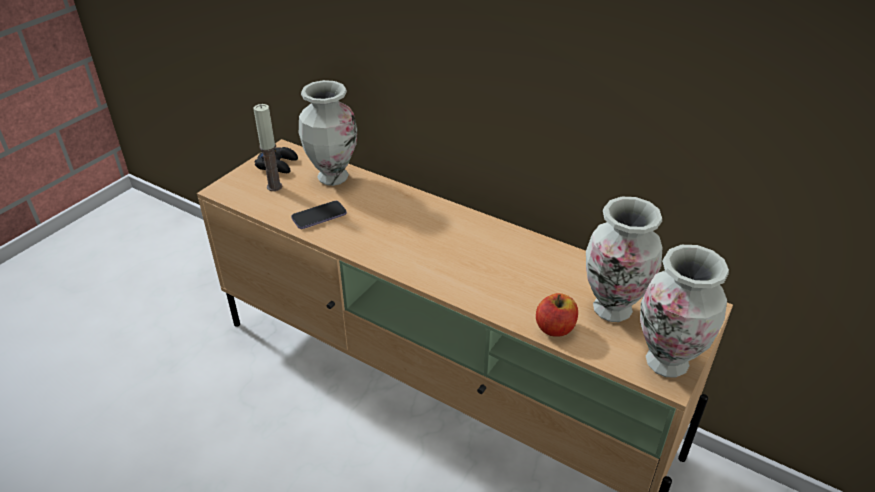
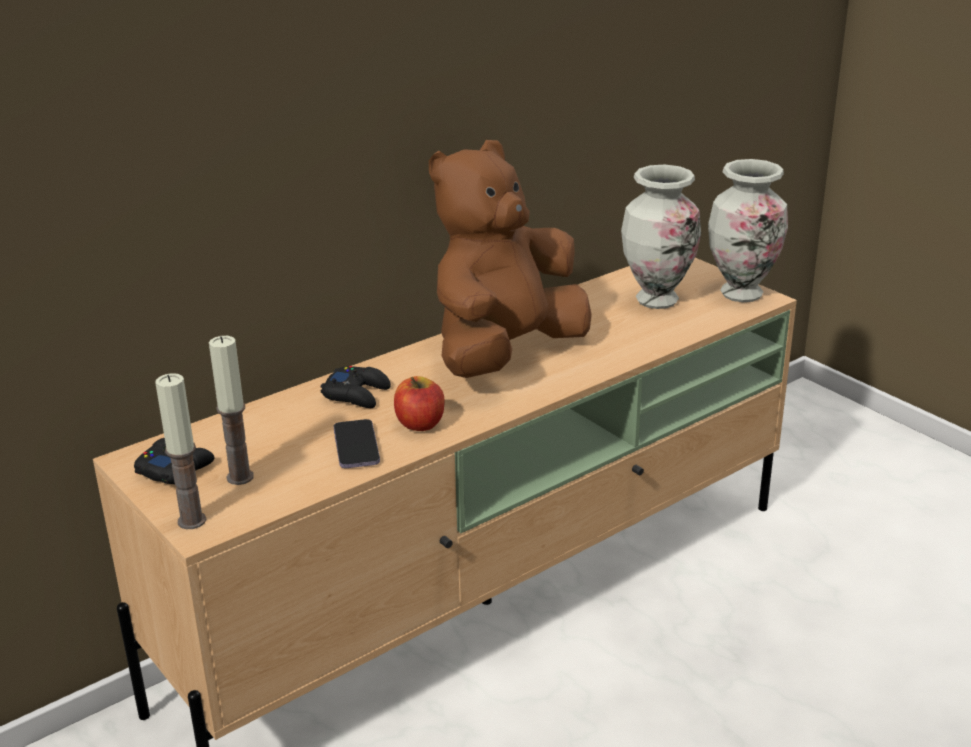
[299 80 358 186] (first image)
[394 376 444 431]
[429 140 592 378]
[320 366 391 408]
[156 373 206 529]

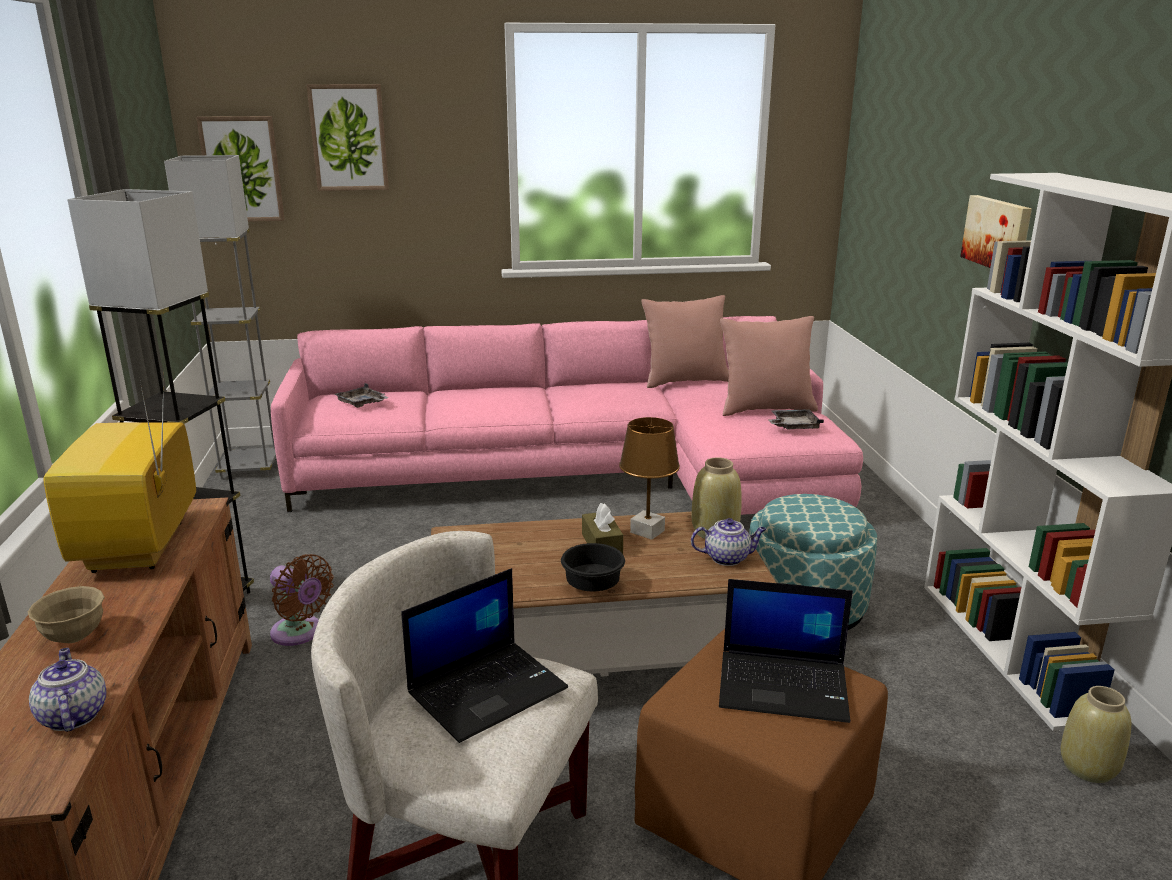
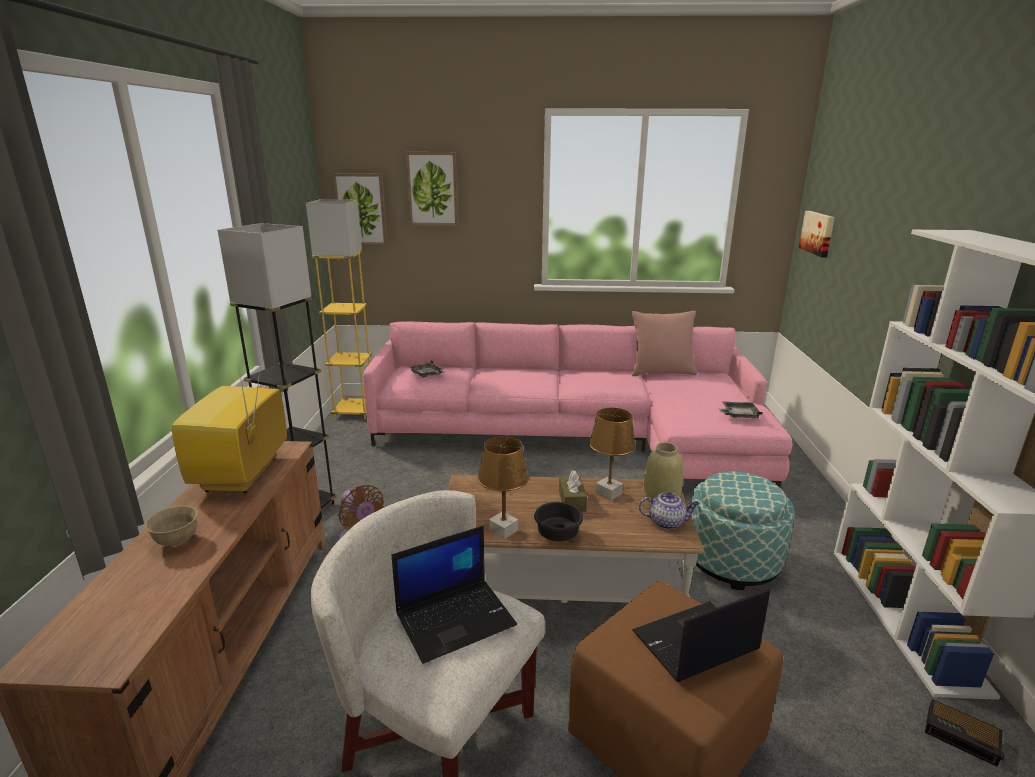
[306 199 372 419]
[799 211 835 257]
[720 316 818 416] (first image)
[632 588 770 682]
[29 648 106 732] (first image)
[925 699 1005 767]
[478 436 529 539]

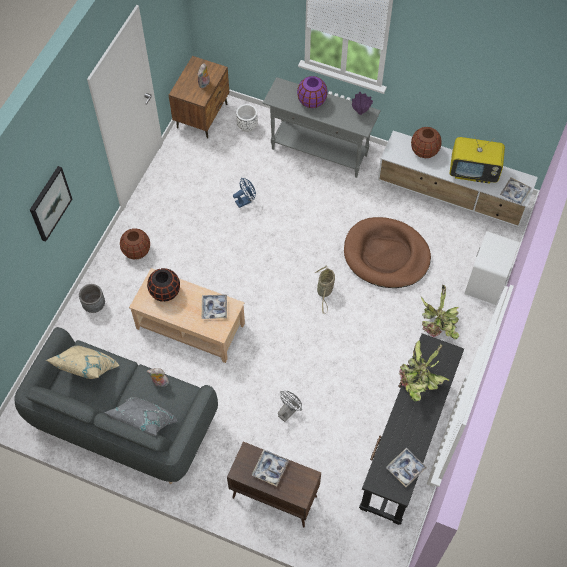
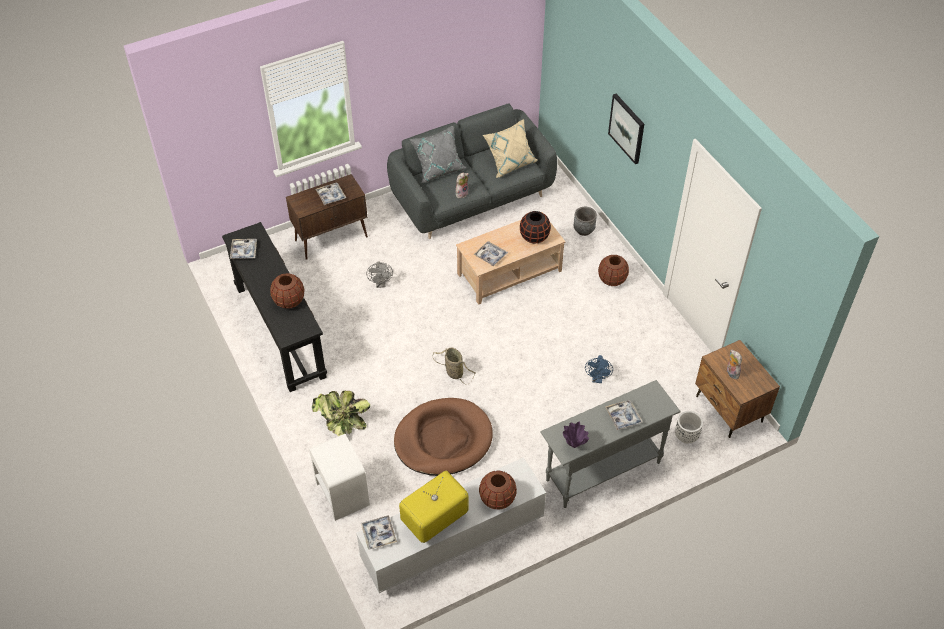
[605 400 643 430]
[270 273 304 309]

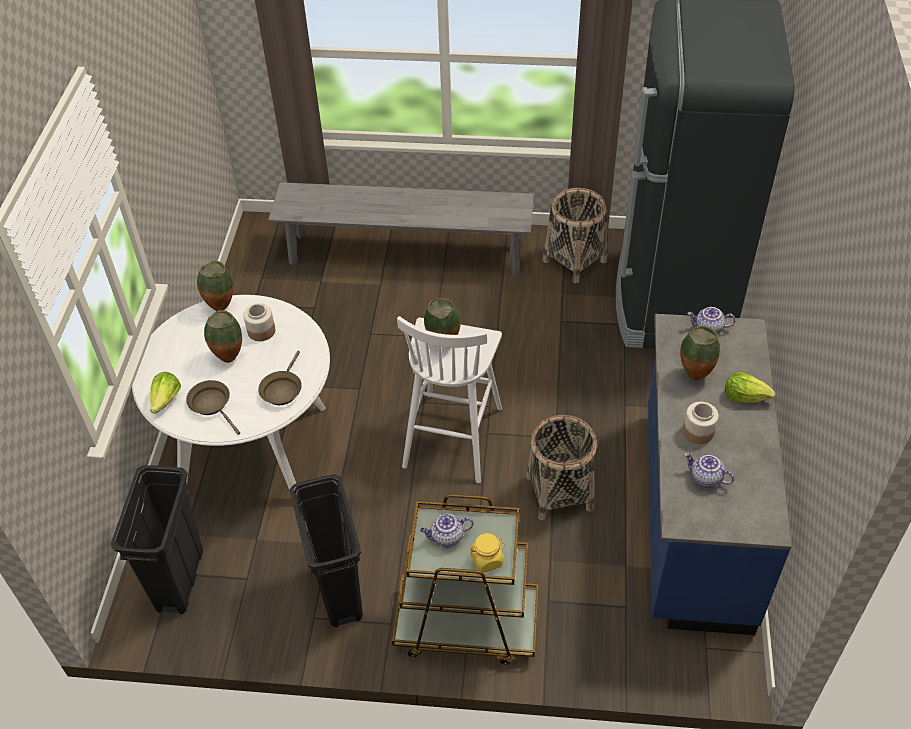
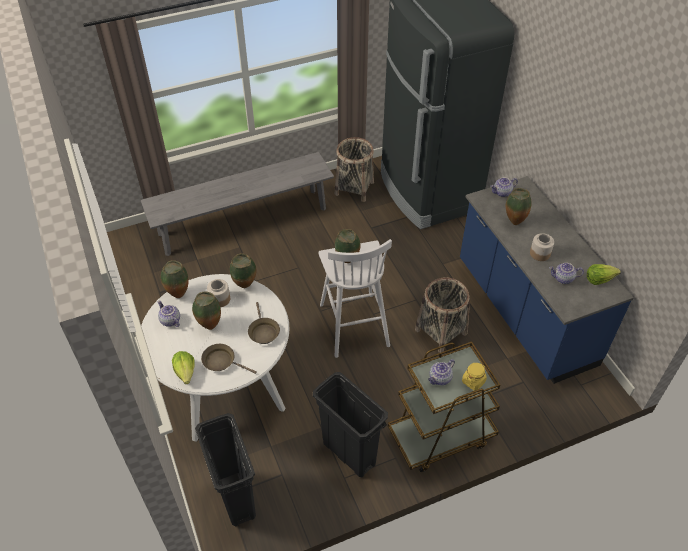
[587 264 621 285]
[230 253 256 288]
[158 300 180 327]

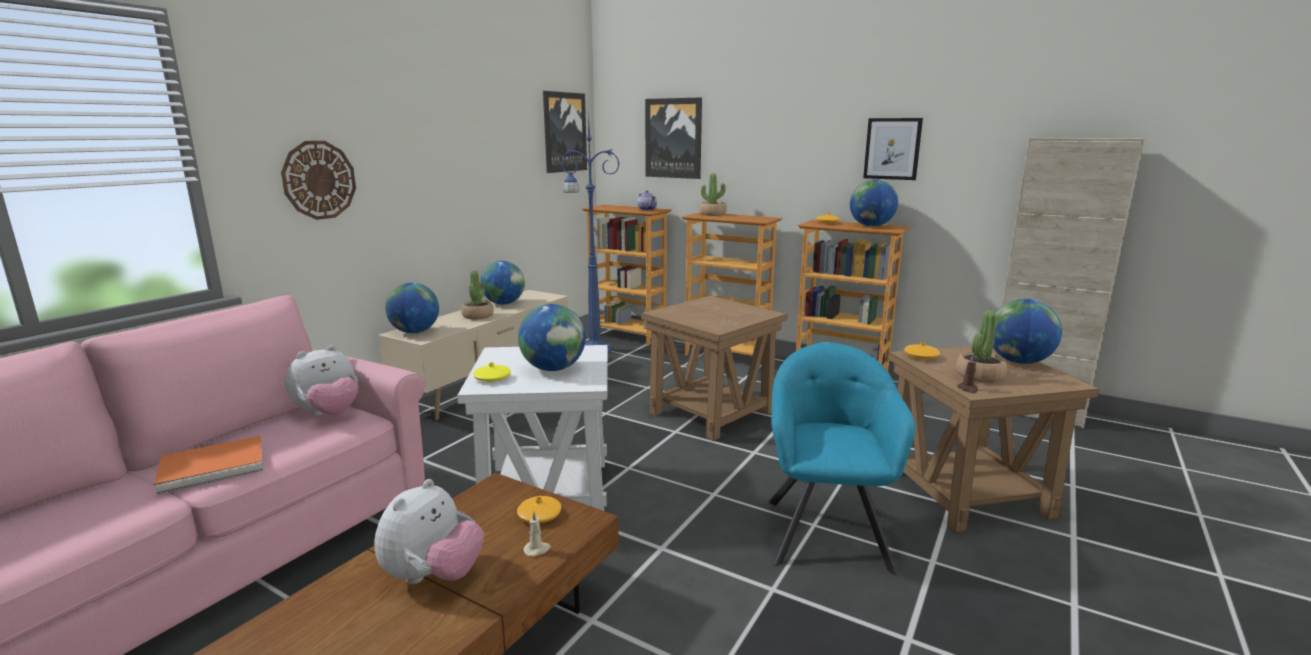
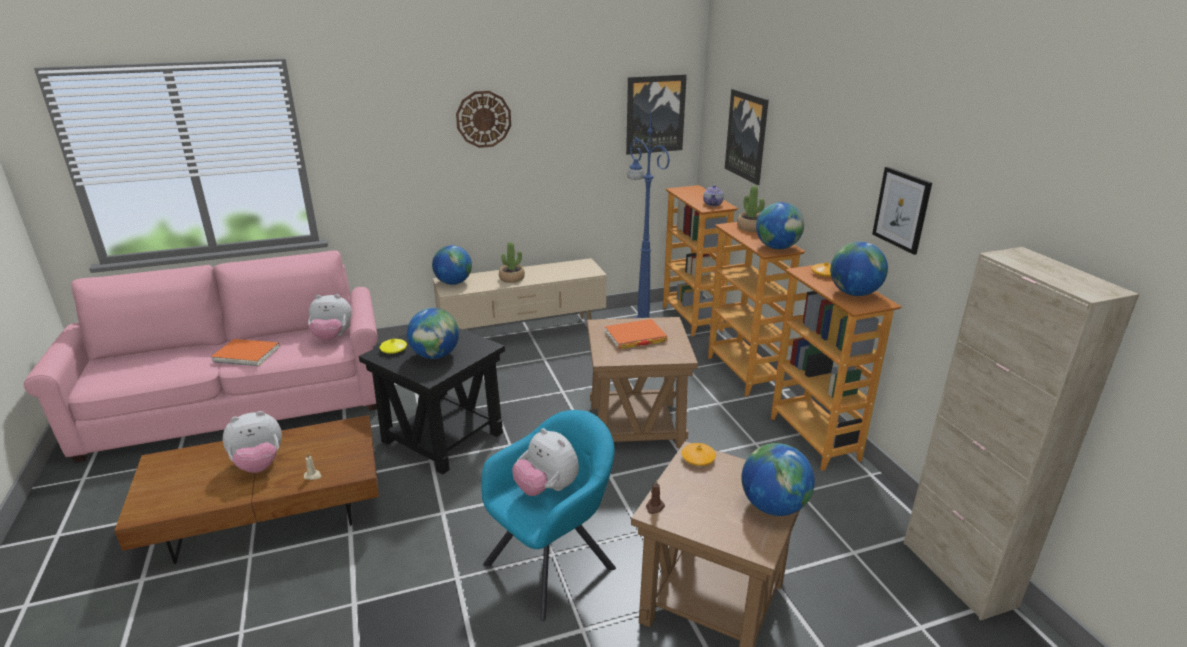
[456 91 511 148]
[756 202 804 249]
[956 310 1007 383] (first image)
[359 328 505 475]
[517 496 562 523] (first image)
[605 319 667 349]
[512 428 579 496]

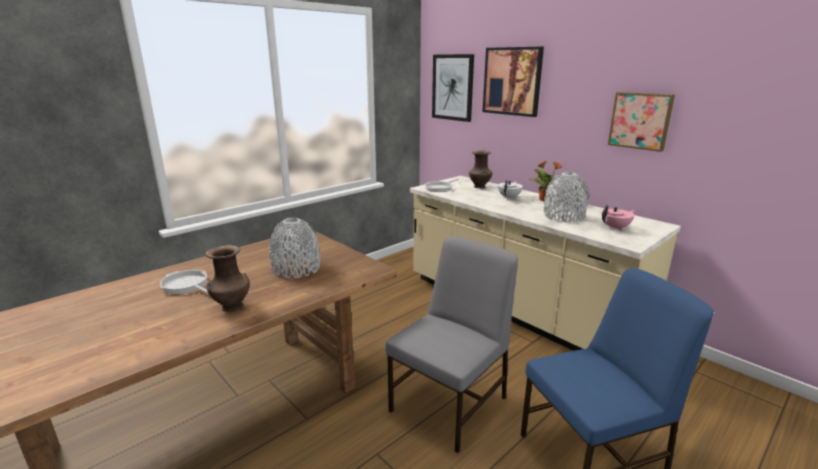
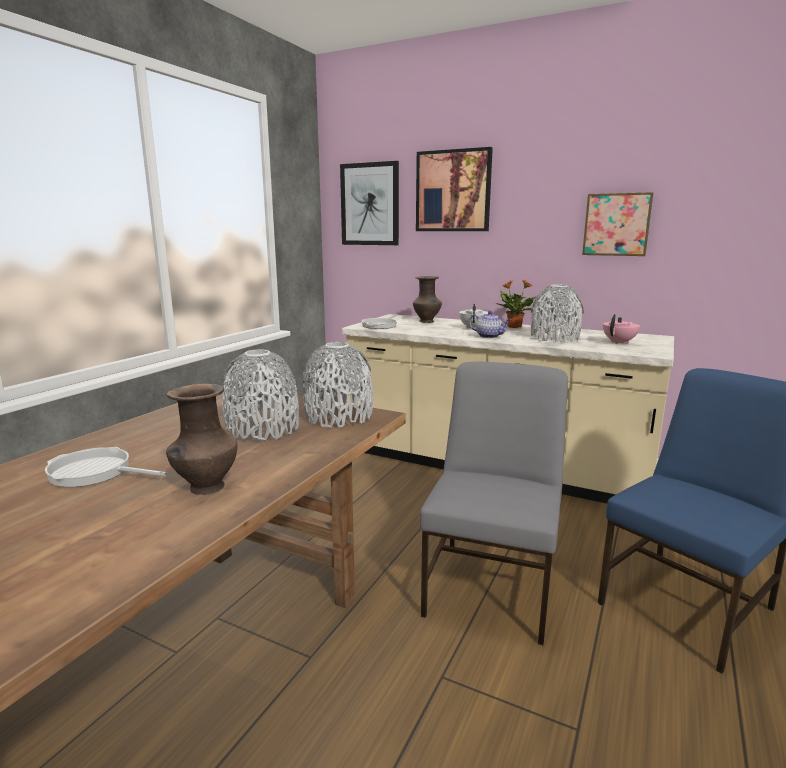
[469 311 511 338]
[303 342 373 427]

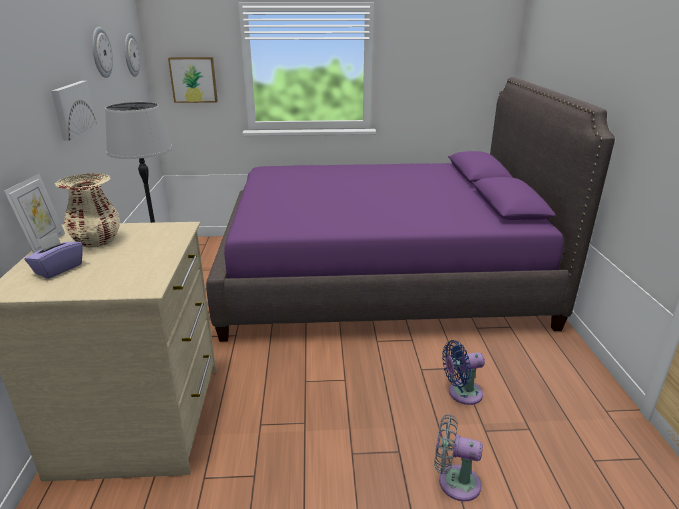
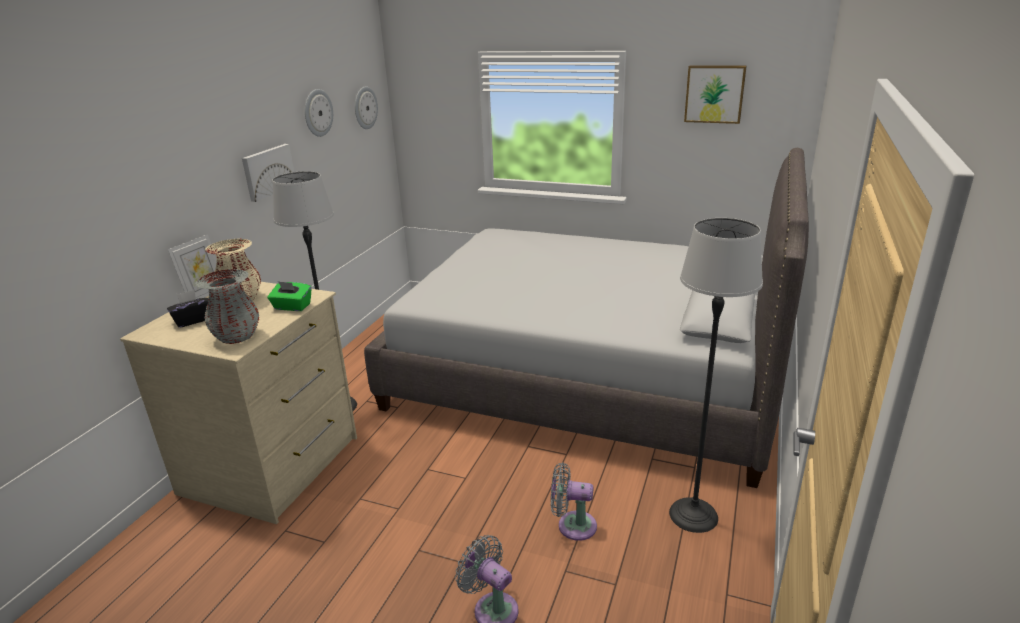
[684 65 747 124]
[364 148 809 488]
[167 290 209 328]
[551 463 597 541]
[669 218 763 533]
[195 269 260 344]
[267 281 312 311]

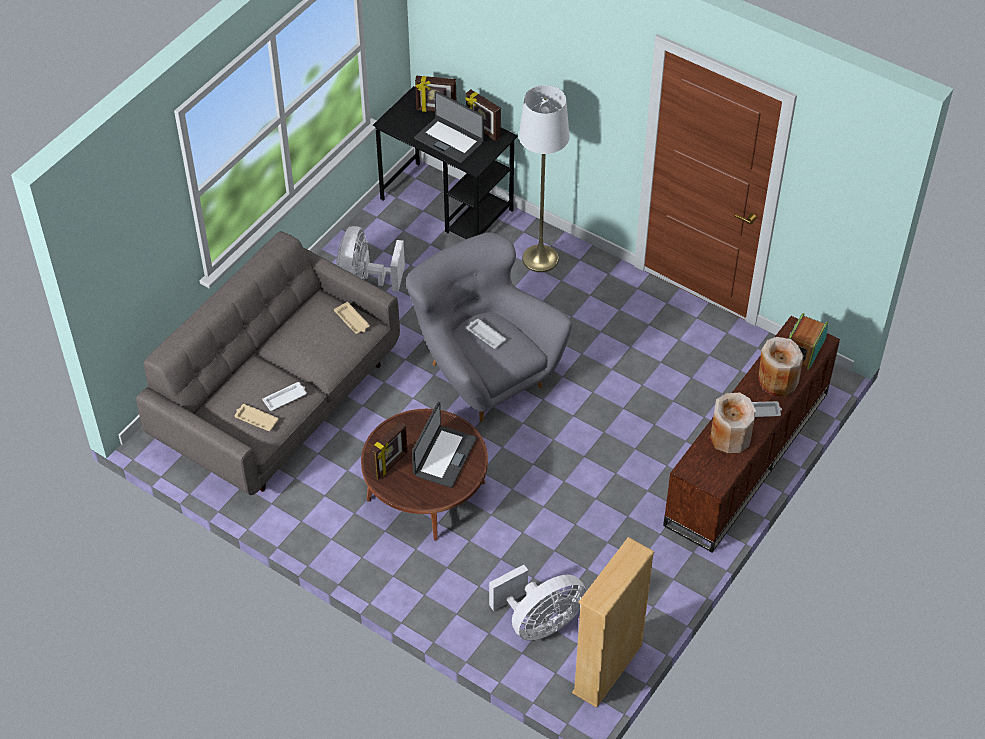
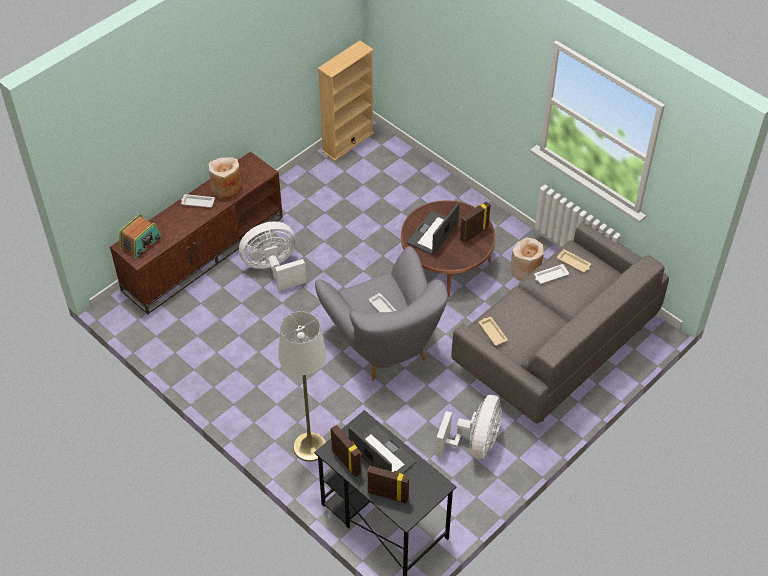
[510 237 544 281]
[239 221 306 291]

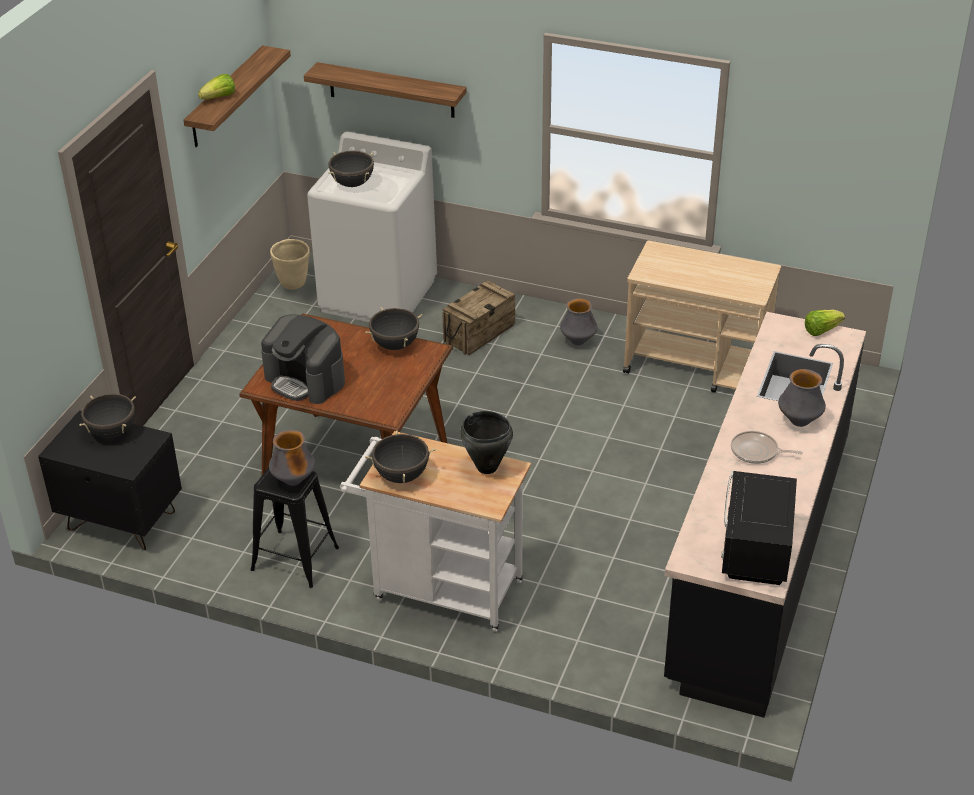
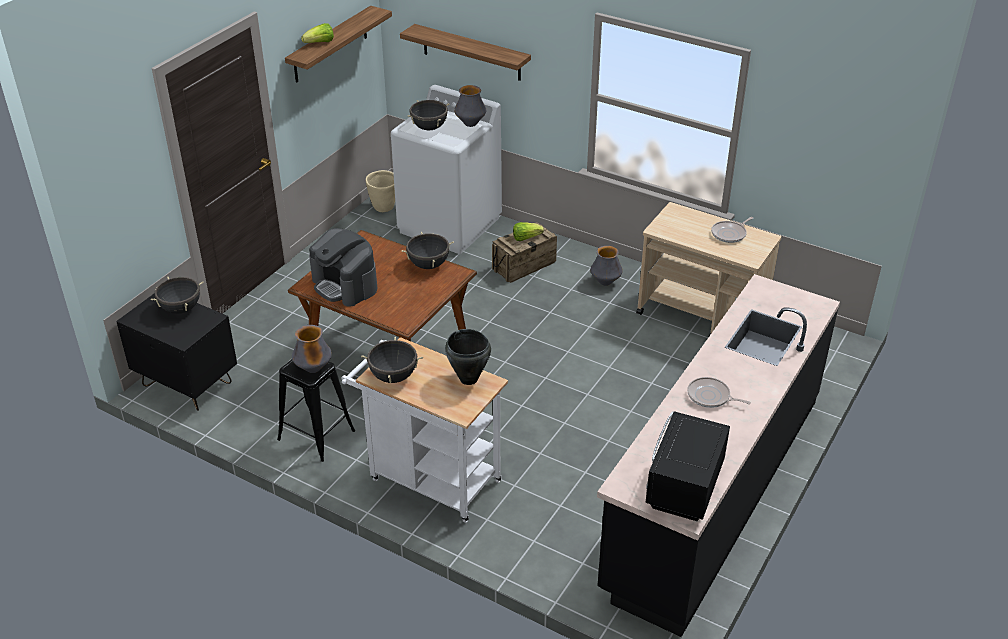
[513 222 544 241]
[454 85 486 127]
[711 217 753 243]

